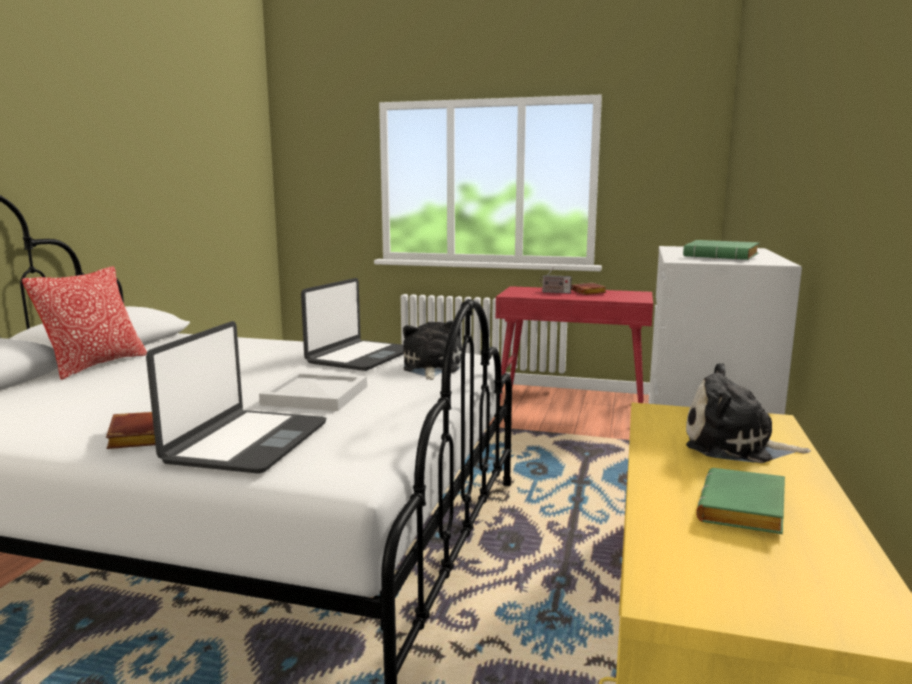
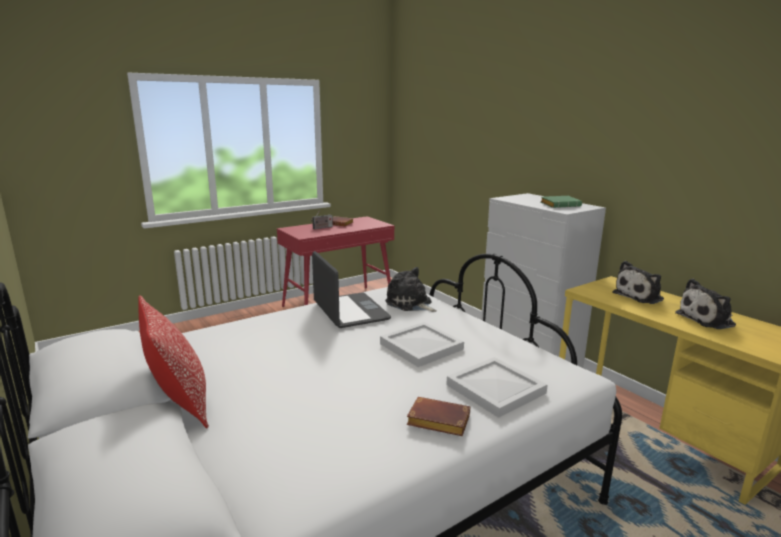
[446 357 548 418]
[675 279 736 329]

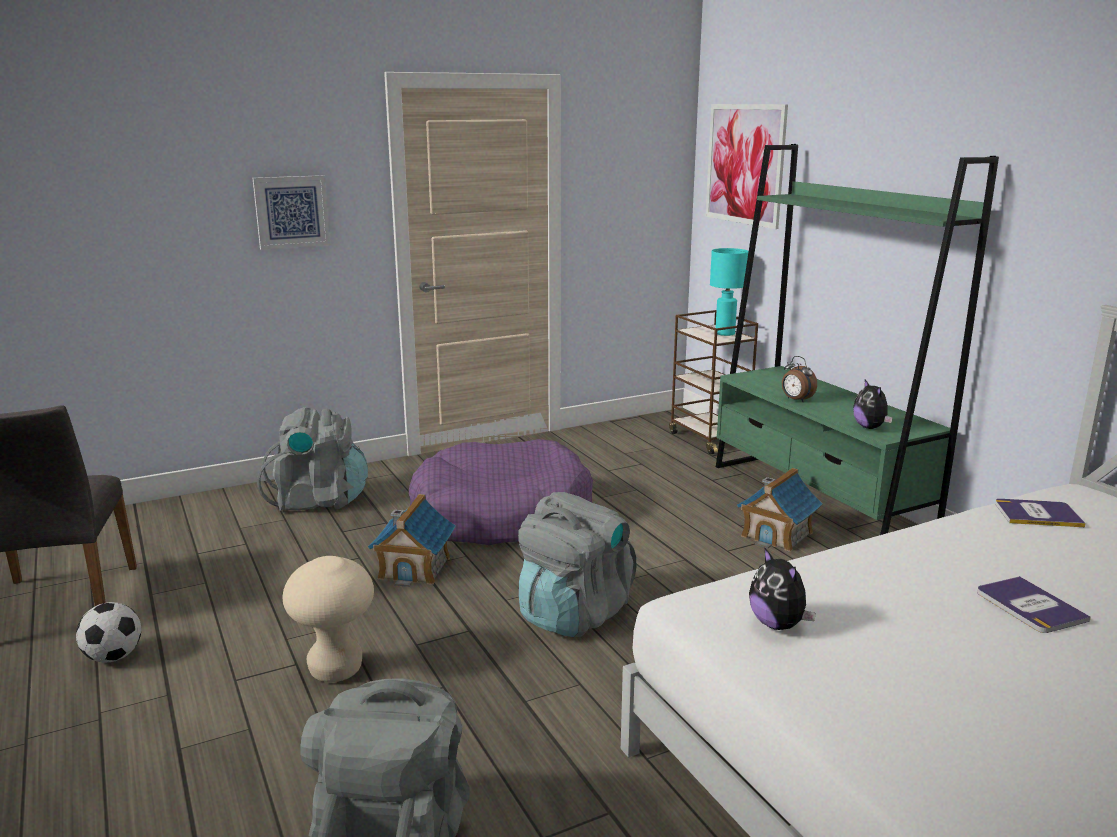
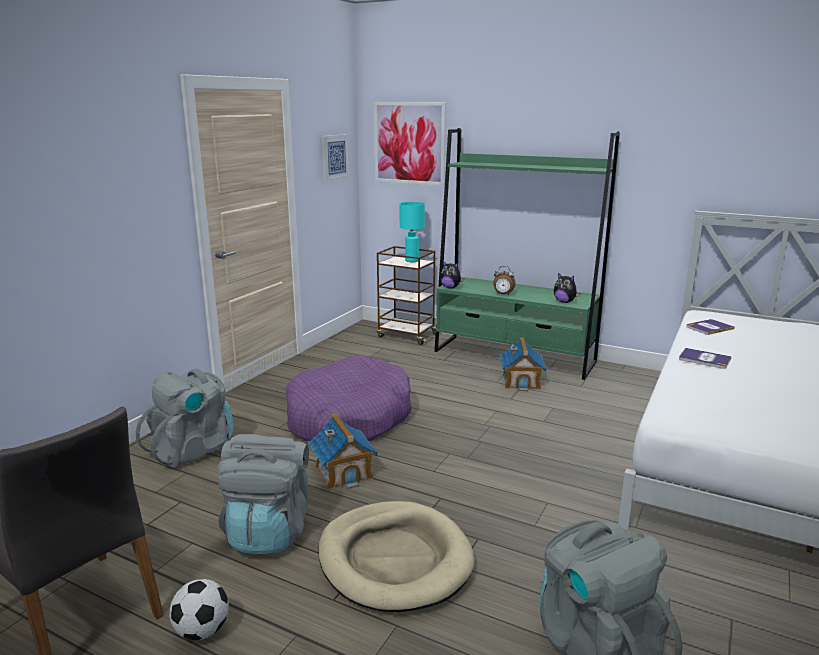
[322 134 350 181]
[218 434 309 554]
[440 261 464 288]
[319 501 475 612]
[679 348 732 369]

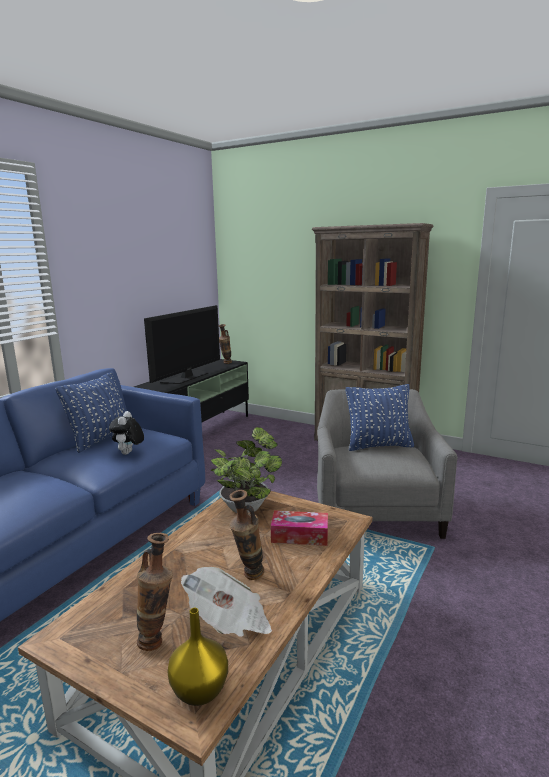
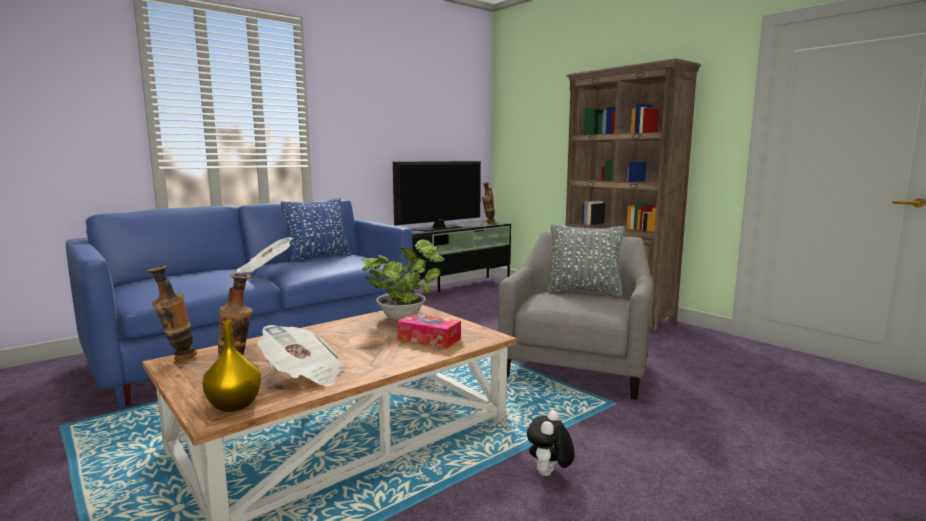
[547 224 625 297]
[527 410 575 476]
[147 265 197 362]
[237 237 292 272]

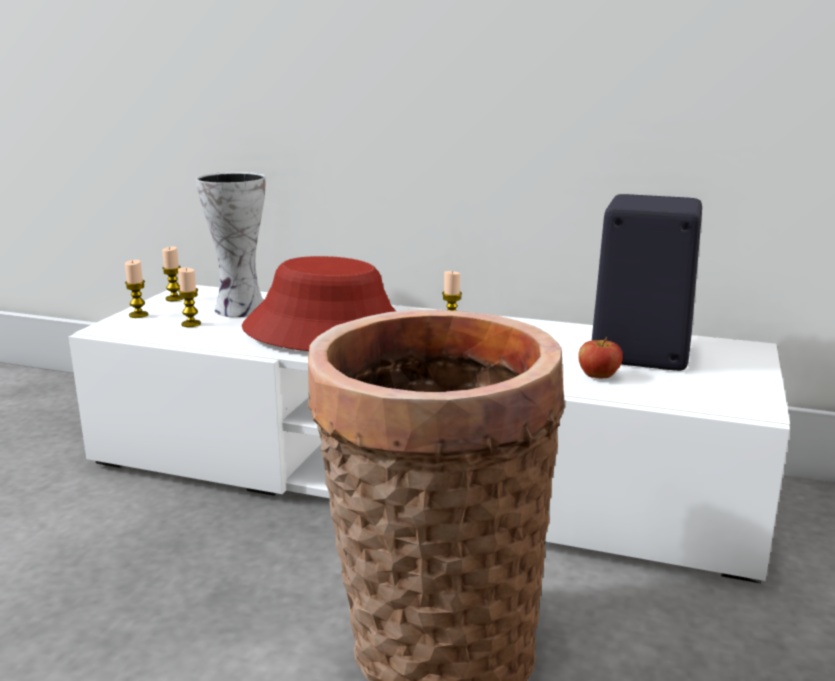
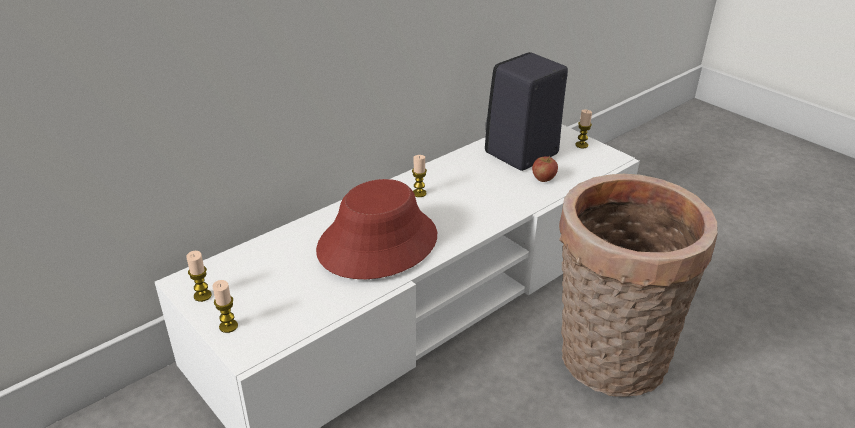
[196 172 265 317] (first image)
[575 109 592 149]

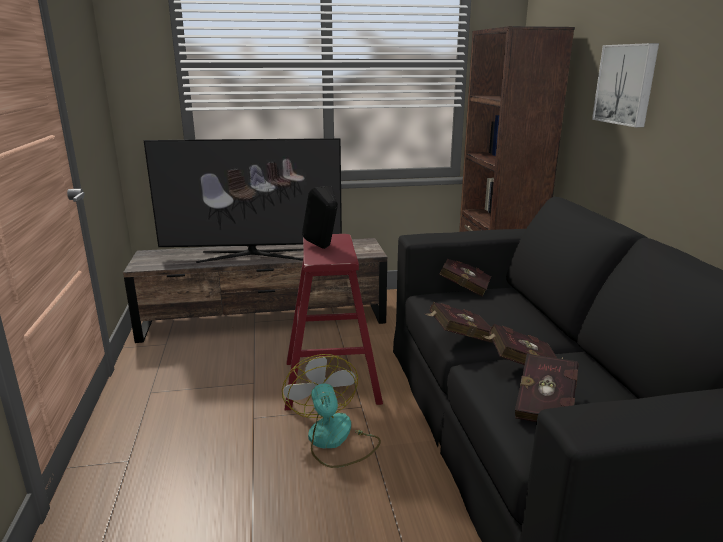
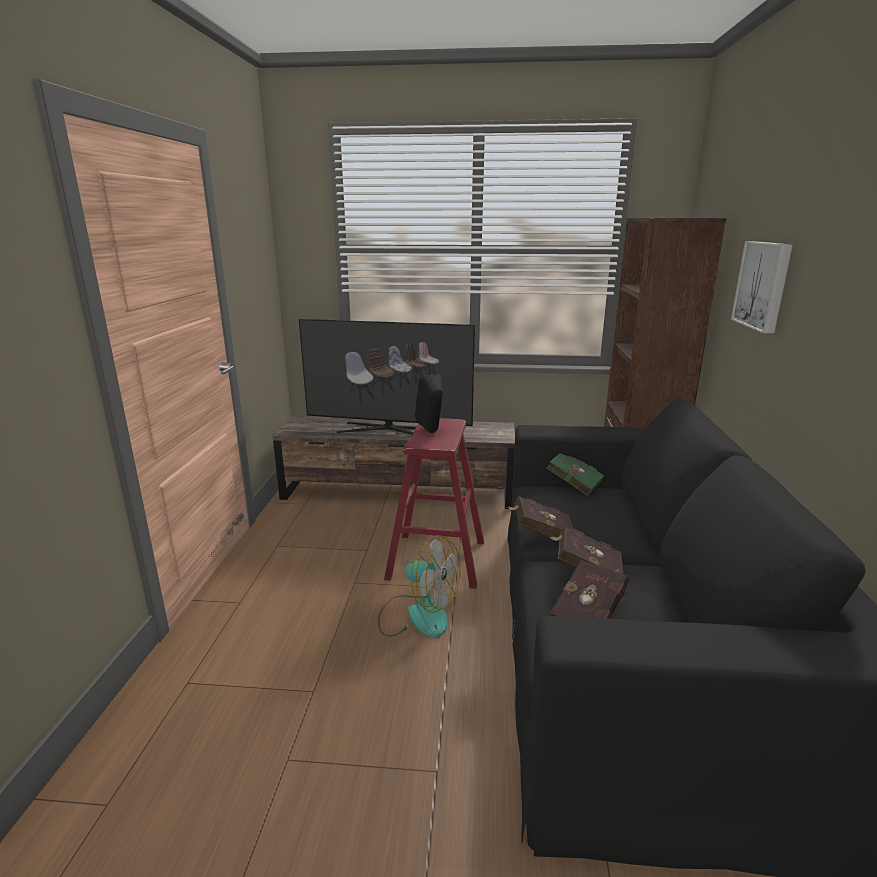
[547 453 604 496]
[378 535 460 637]

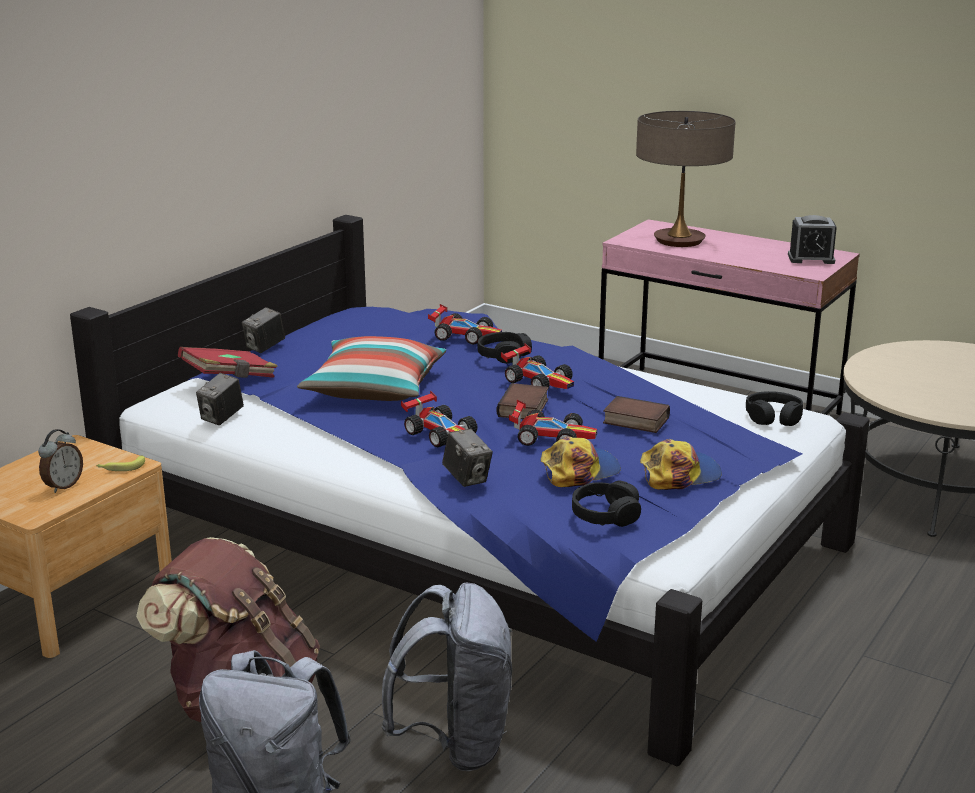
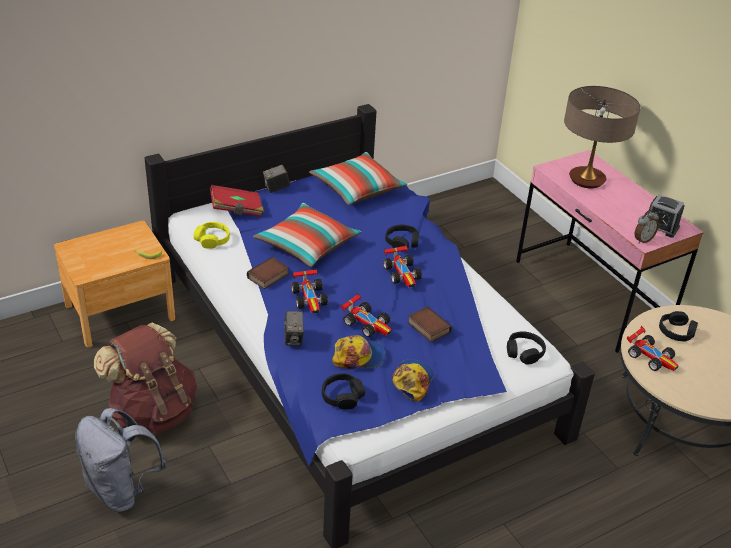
[627 326 679 371]
[194 222 230 249]
[247 257 289 289]
[635 210 659 243]
[392 359 434 402]
[382 582 513 771] (first image)
[309 152 408 205]
[659 311 698 342]

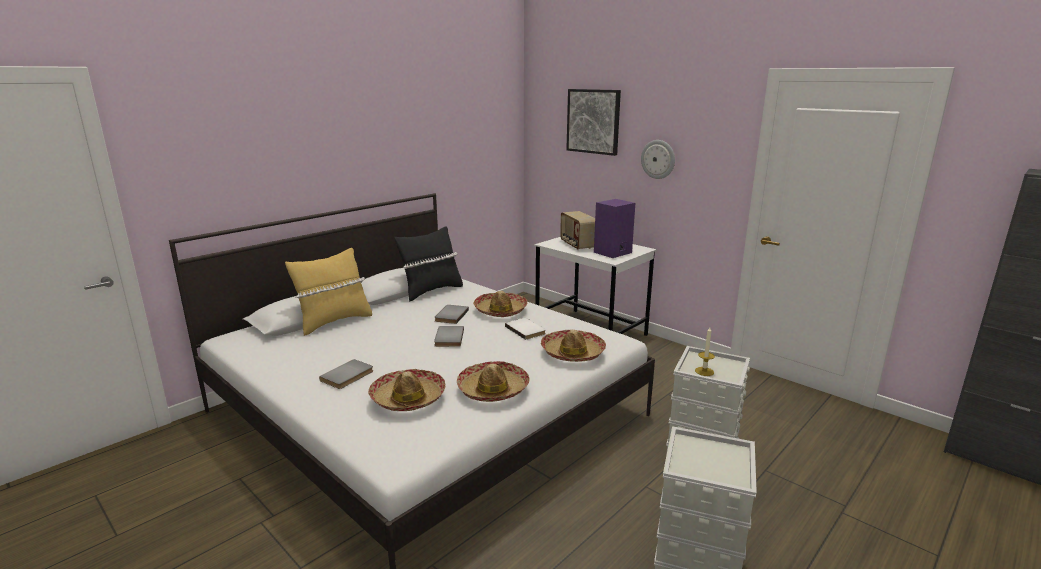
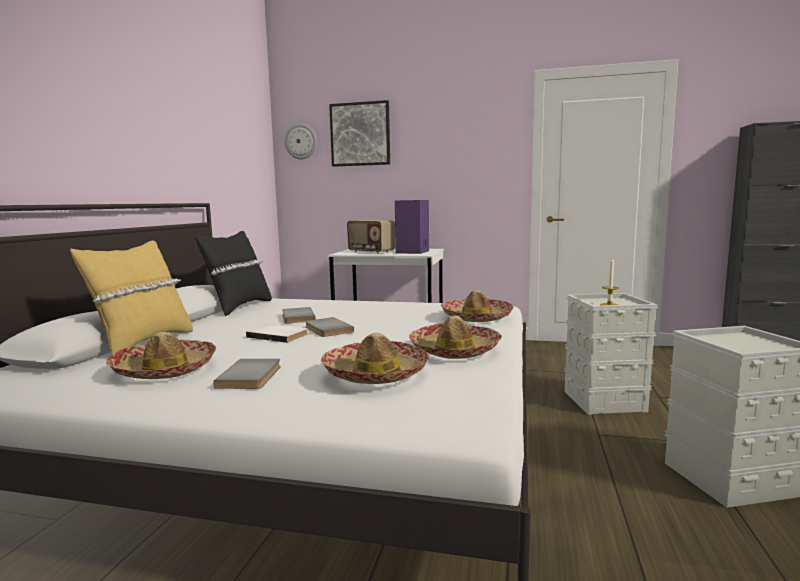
[285 123 317 159]
[106 332 216 379]
[246 324 308 343]

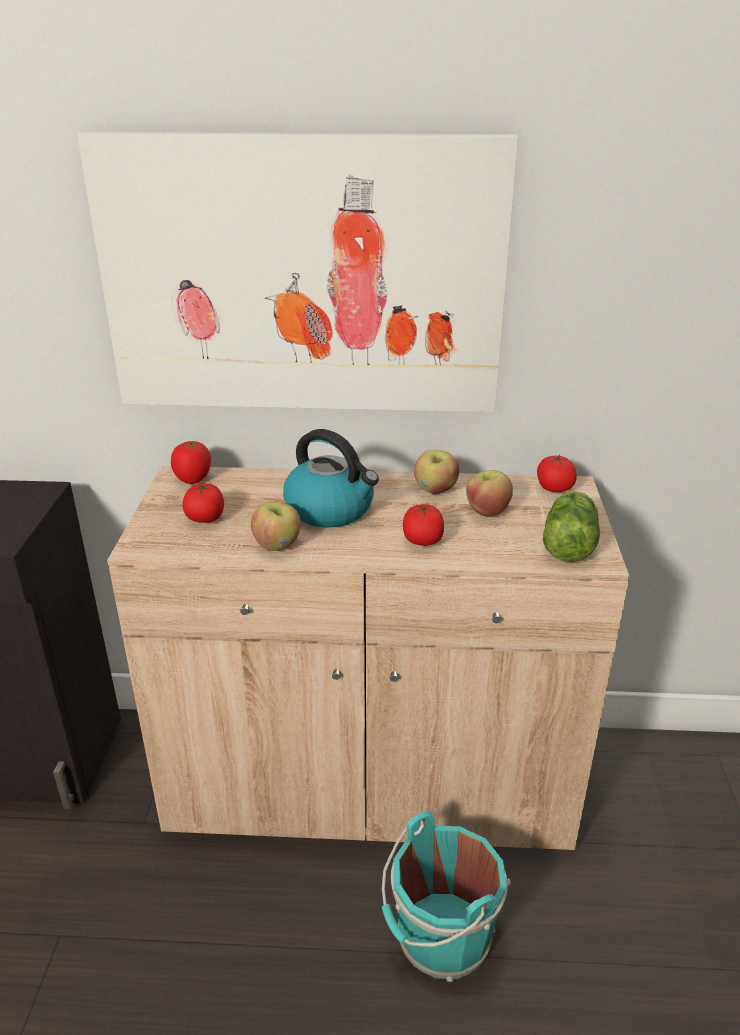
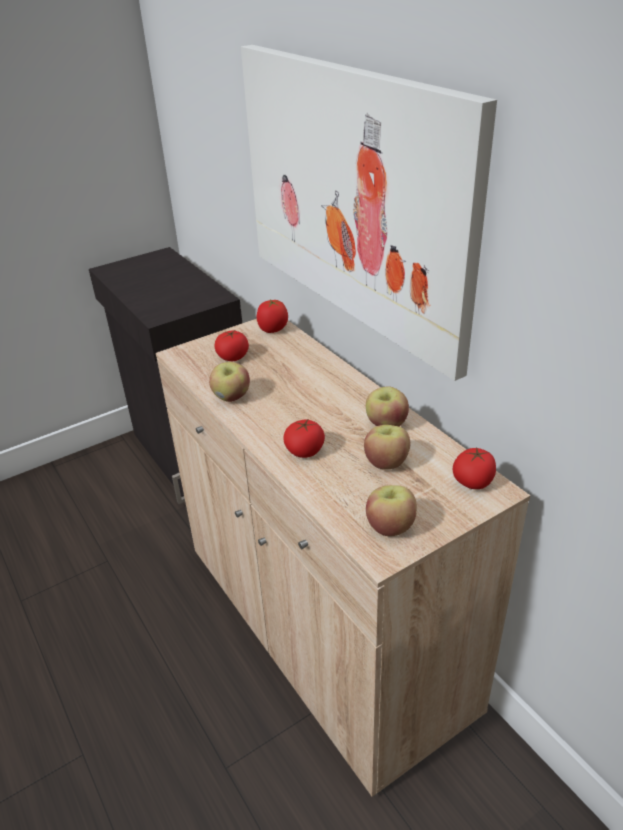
[283 429 379 527] (first image)
[366 485 417 536]
[382 811 511 982] (first image)

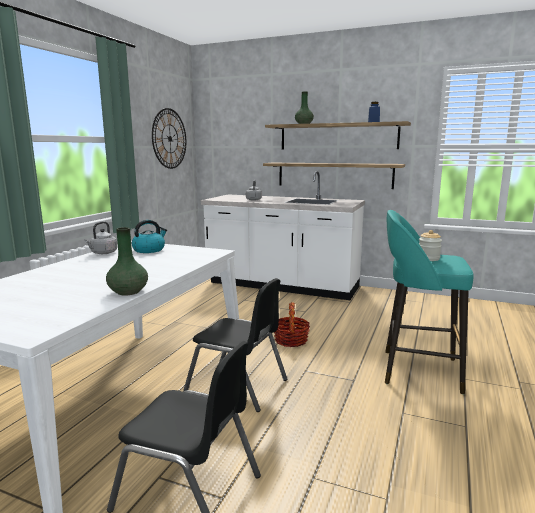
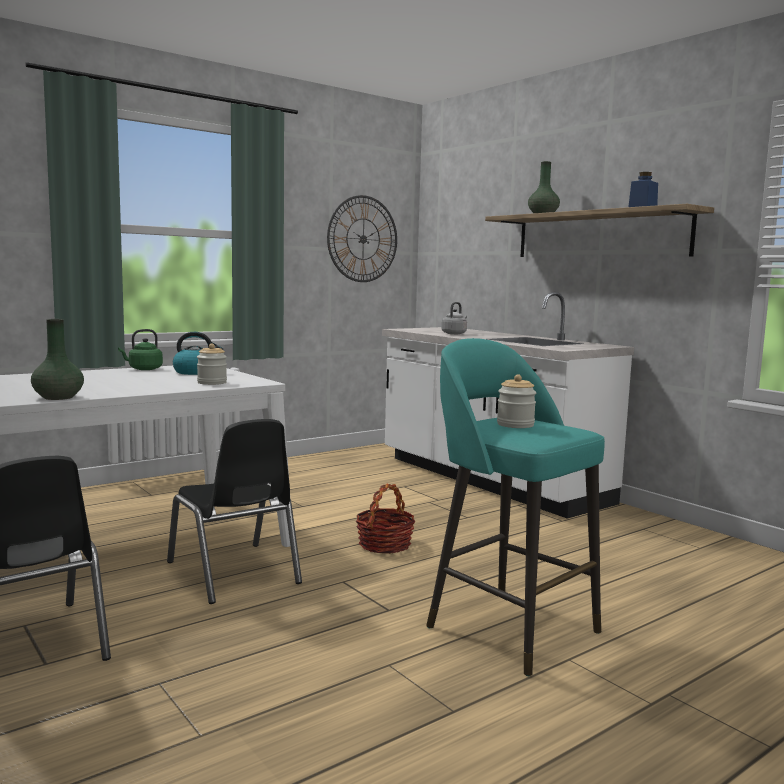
[263 163 405 189] (first image)
[118 329 163 370]
[197 344 227 385]

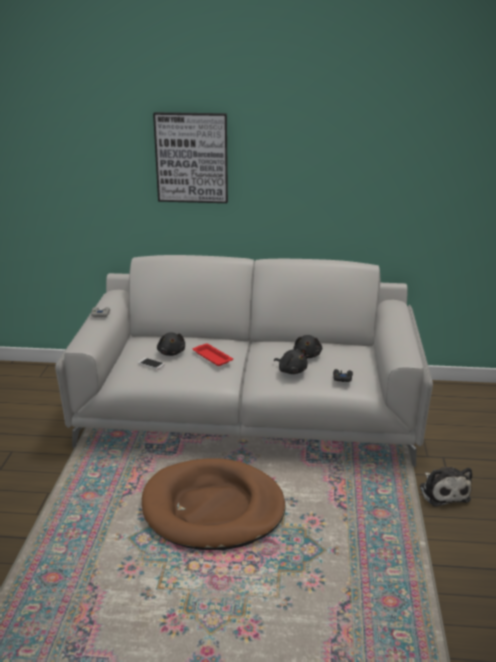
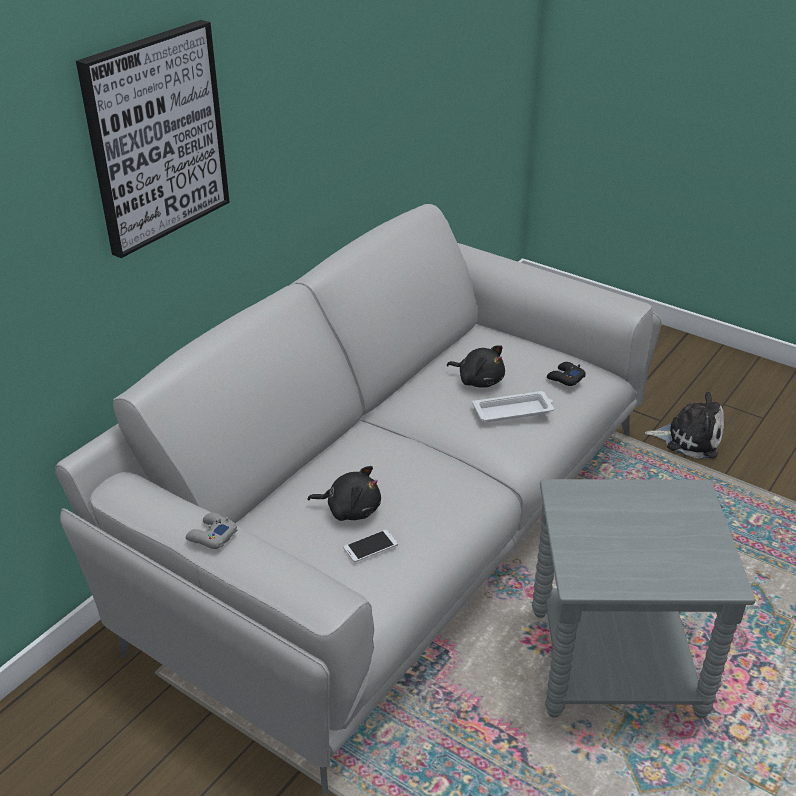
[192 343 233 366] (first image)
[472 391 554 422]
[532 479 755 719]

